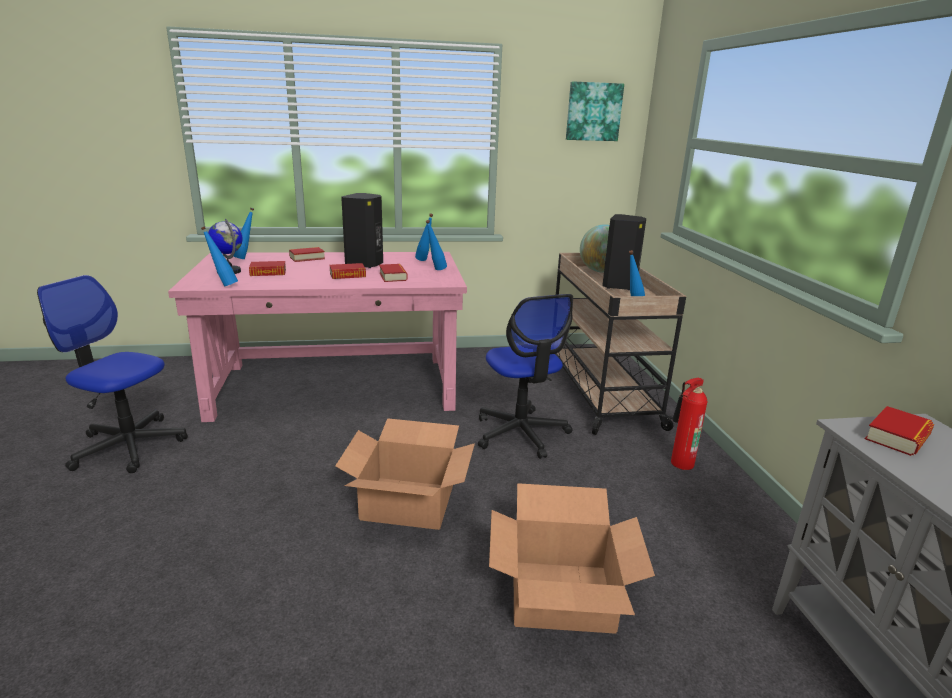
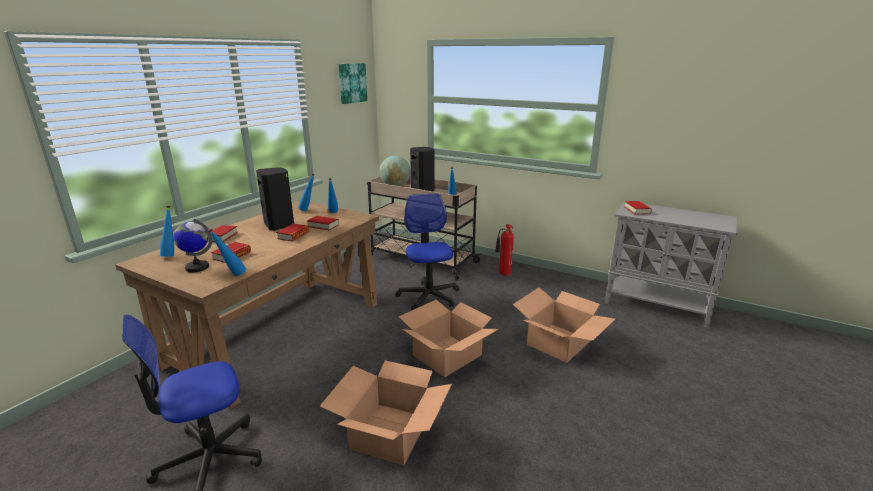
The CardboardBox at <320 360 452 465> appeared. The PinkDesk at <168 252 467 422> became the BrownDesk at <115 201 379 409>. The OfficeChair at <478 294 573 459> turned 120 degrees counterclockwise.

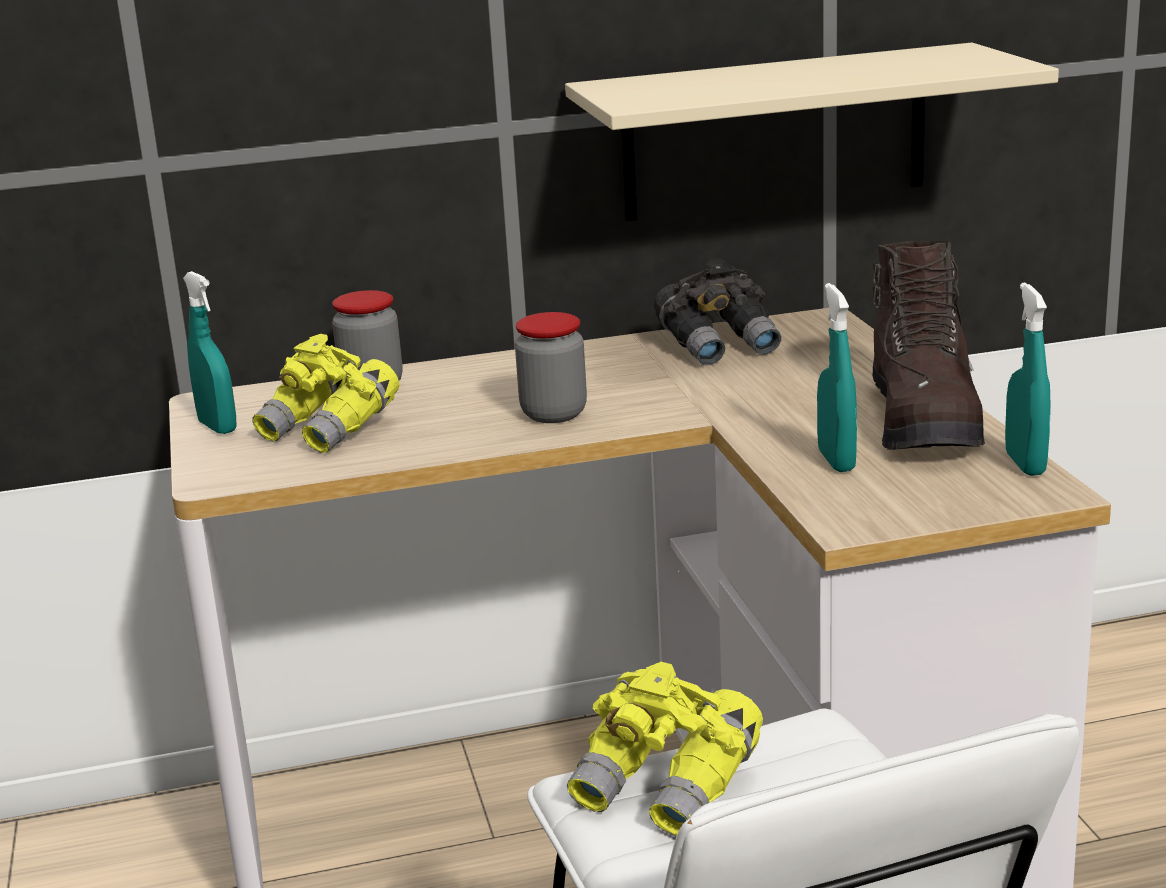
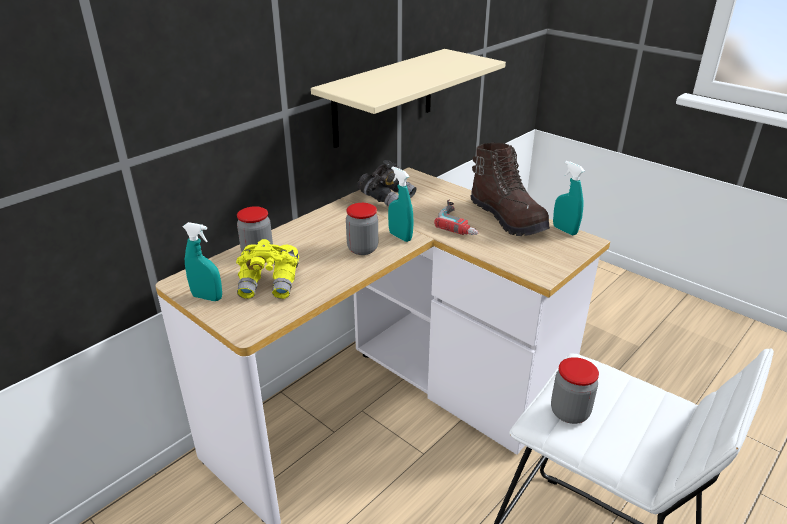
The PowerDrill at <434 199 479 235> appeared. The TurquoiseSprayBottle moved from <817 283 857 472> to <388 167 413 242>. The YellowBinoculars at <567 662 763 836> was replaced by the Jar at <551 357 599 424>.

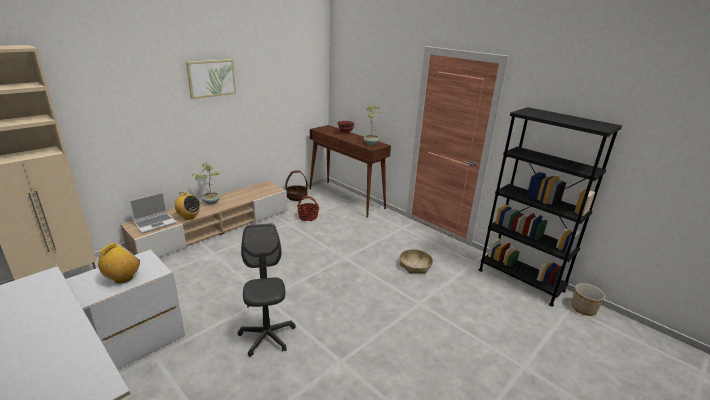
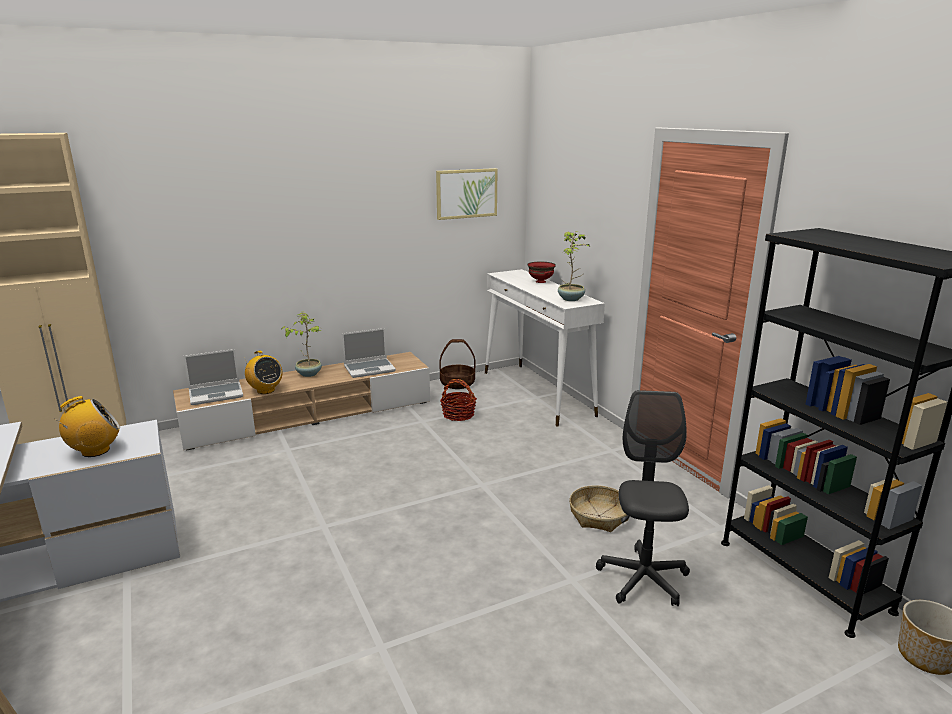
The Laptop at <342 328 396 378> appeared. The Picture moved from <186 59 236 99> to <436 168 497 220>. The GreyOfficeChair moved from <238 223 296 357> to <596 390 690 606>. The BrownConsoleTable at <309 125 391 217> became the WhiteConsoleTable at <485 269 605 427>.

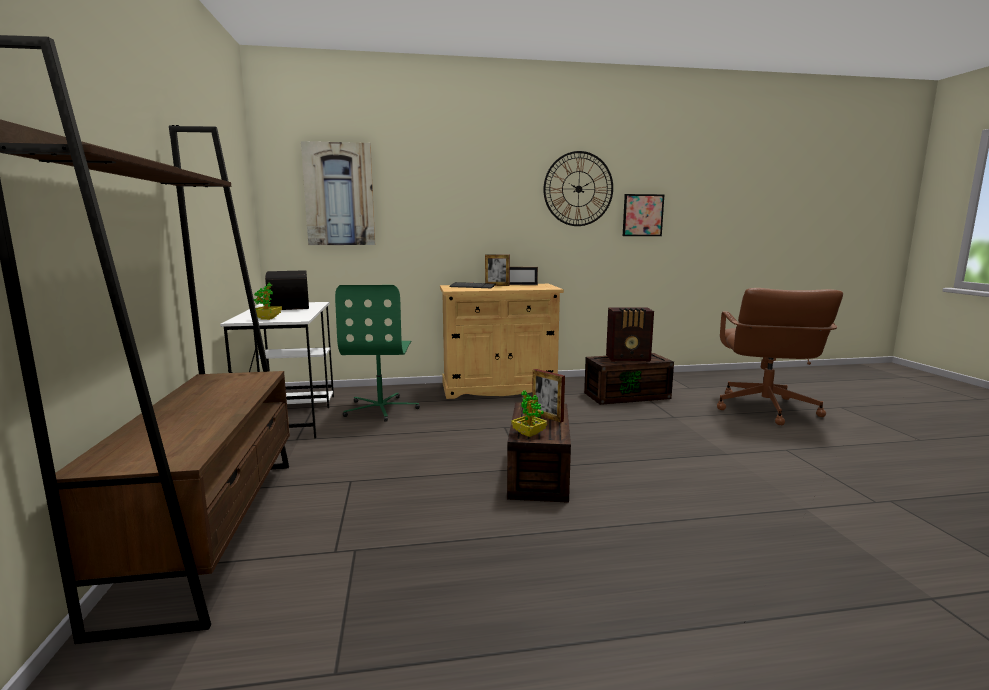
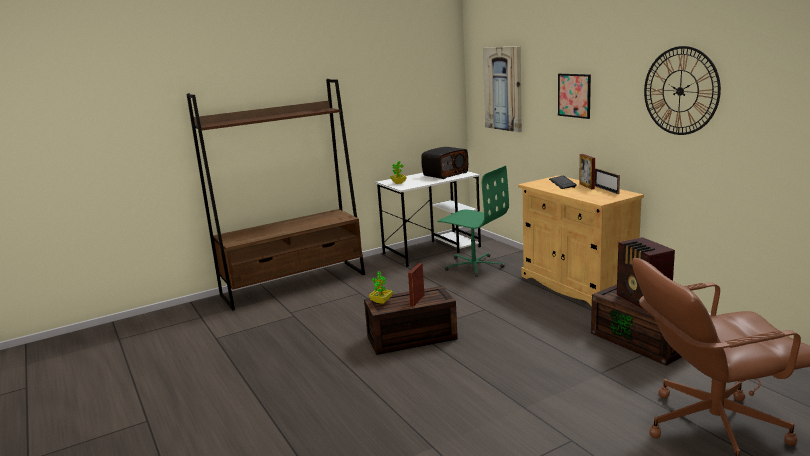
The Picture moved from <623 194 664 236> to <558 74 591 119>. The GreenOfficeChair at <335 285 420 421> turned 120 degrees counterclockwise.

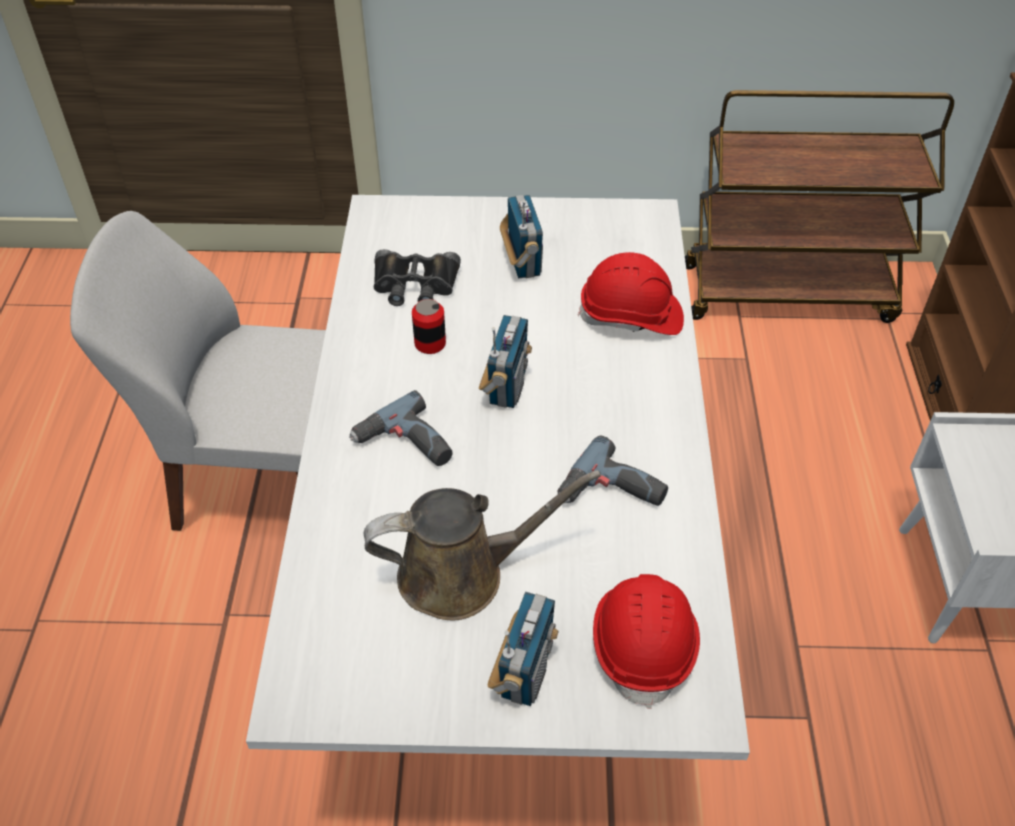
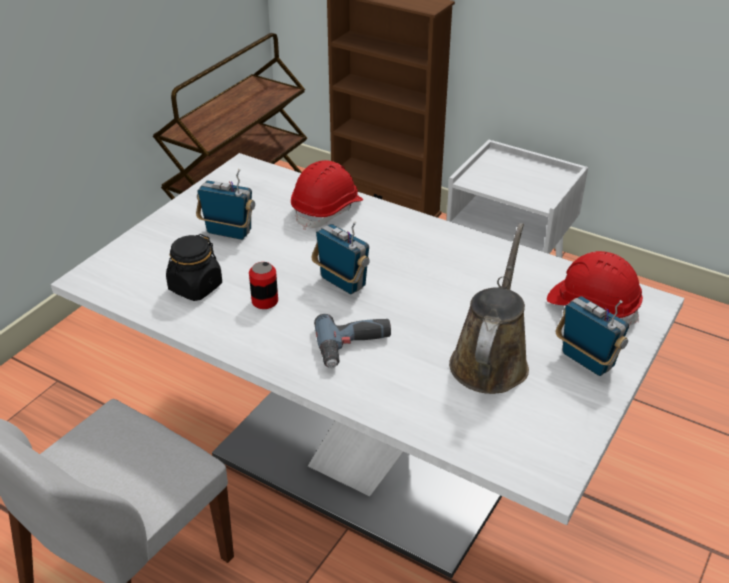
The PowerDrill at <558 435 668 506> disappeared. The BlackBinoculars at <374 249 461 306> was replaced by the BlackJar at <166 234 222 301>.

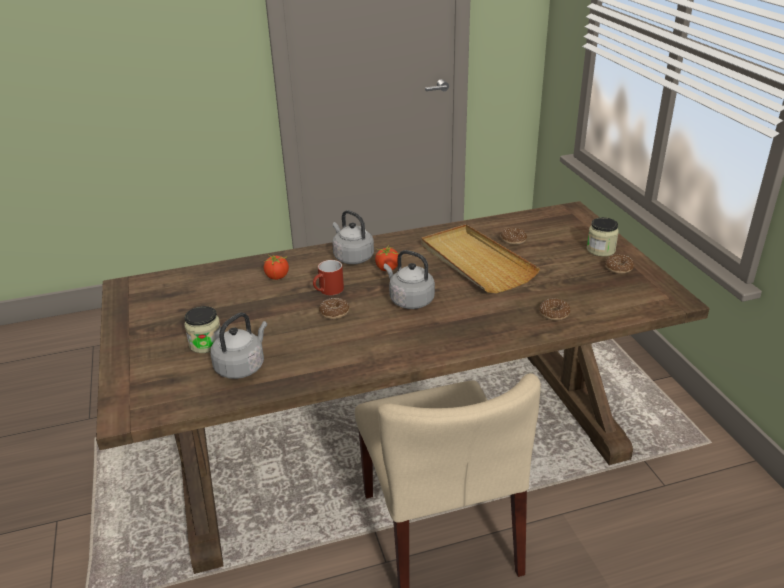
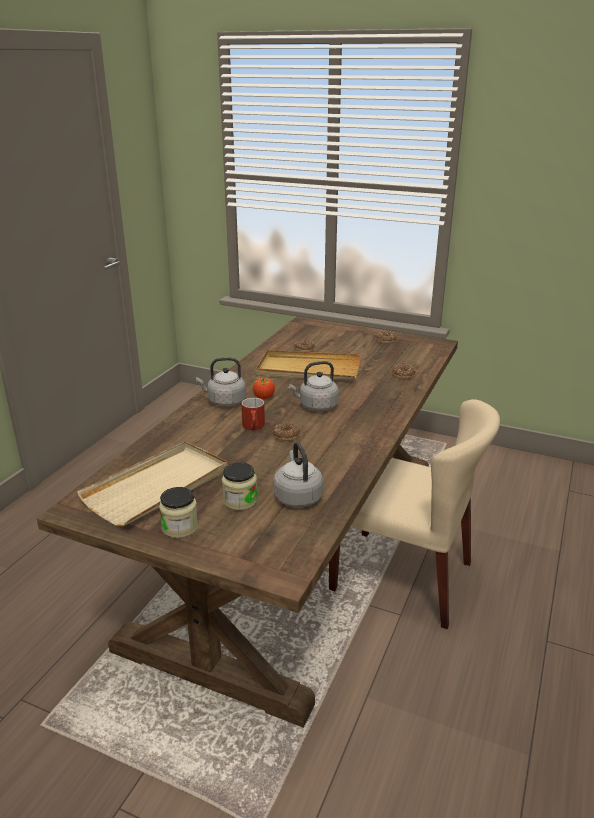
The Tomato at <263 255 289 280> disappeared. The BeigeTray at <77 441 227 527> appeared. The Jar moved from <587 217 619 257> to <159 487 198 538>.

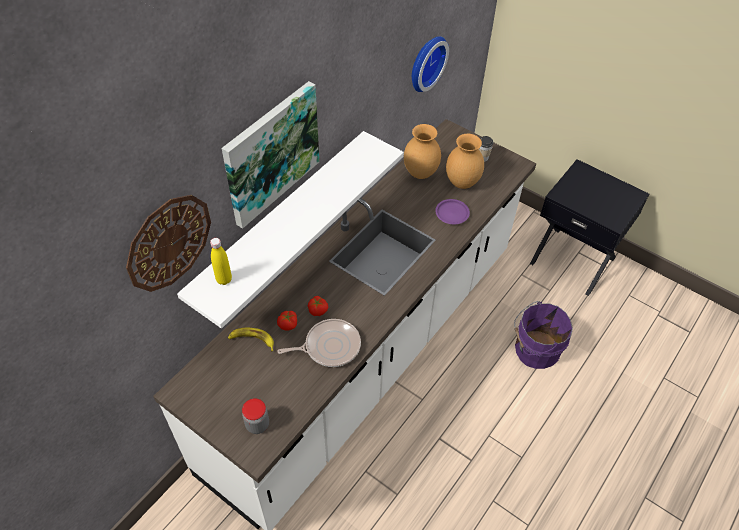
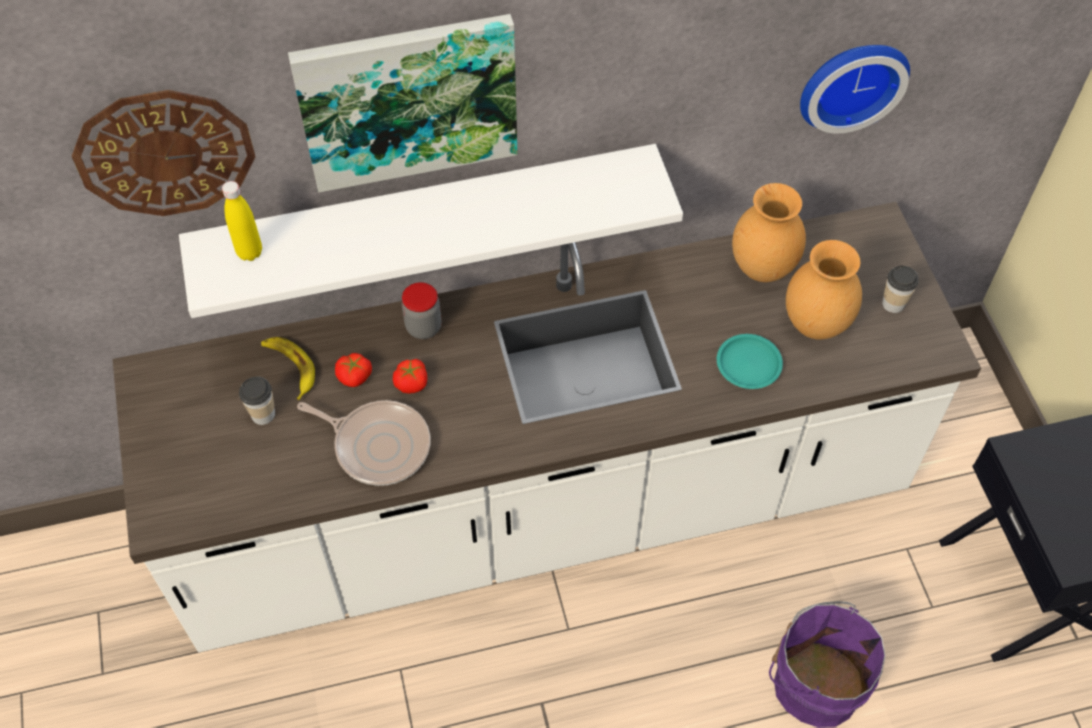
The Cup at <239 377 275 425> appeared. The Jar moved from <242 398 269 434> to <402 282 442 339>. The PurplePlate at <435 199 470 224> became the TurquoisePlate at <717 334 783 389>.

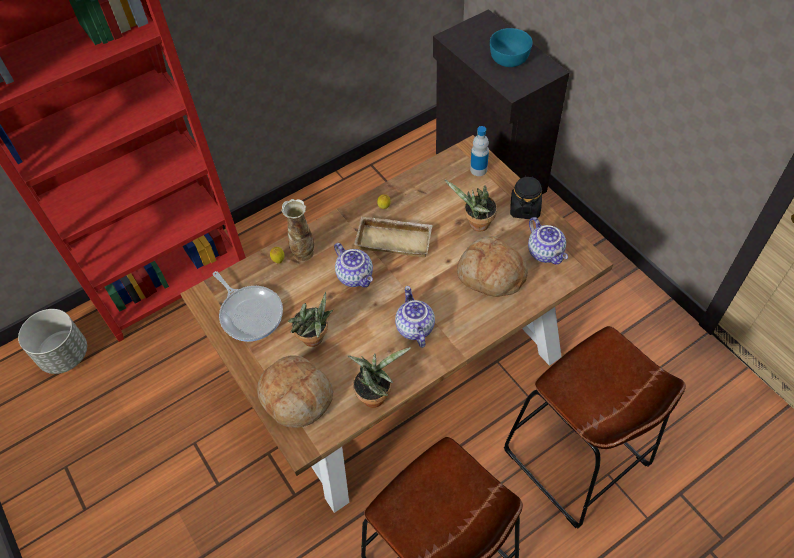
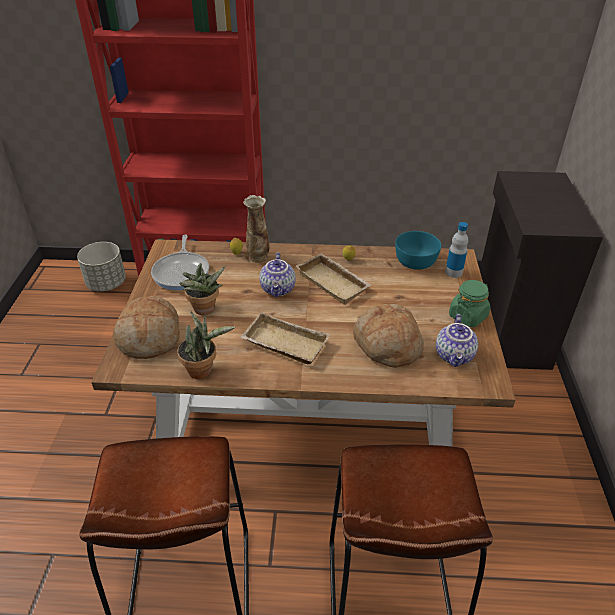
The PottedPlant at <444 179 497 232> disappeared. The TurquoiseBowl moved from <490 28 533 67> to <395 231 441 270>. The Teapot at <395 286 435 348> was replaced by the BeigeTray at <241 312 330 364>. The BlackJar at <510 175 542 219> became the GreenJar at <449 280 490 327>.

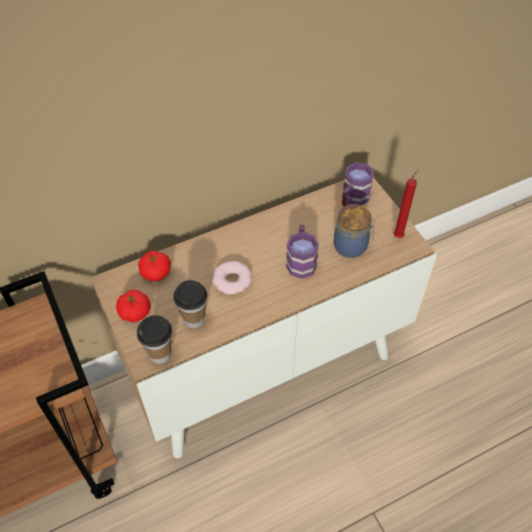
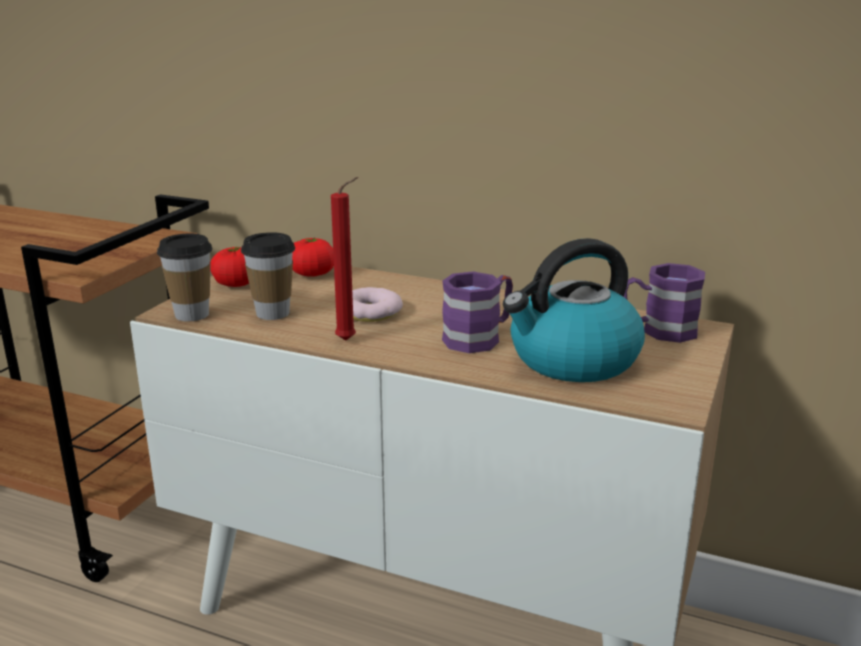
The RedCandle moved from <394 169 419 238> to <331 177 358 341>. The Jar at <334 204 376 258> was replaced by the Kettle at <503 238 645 382>.

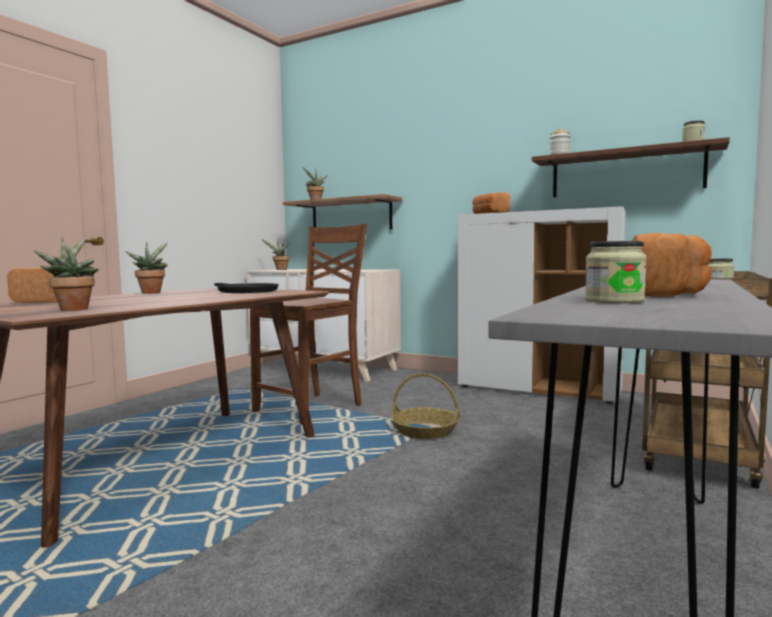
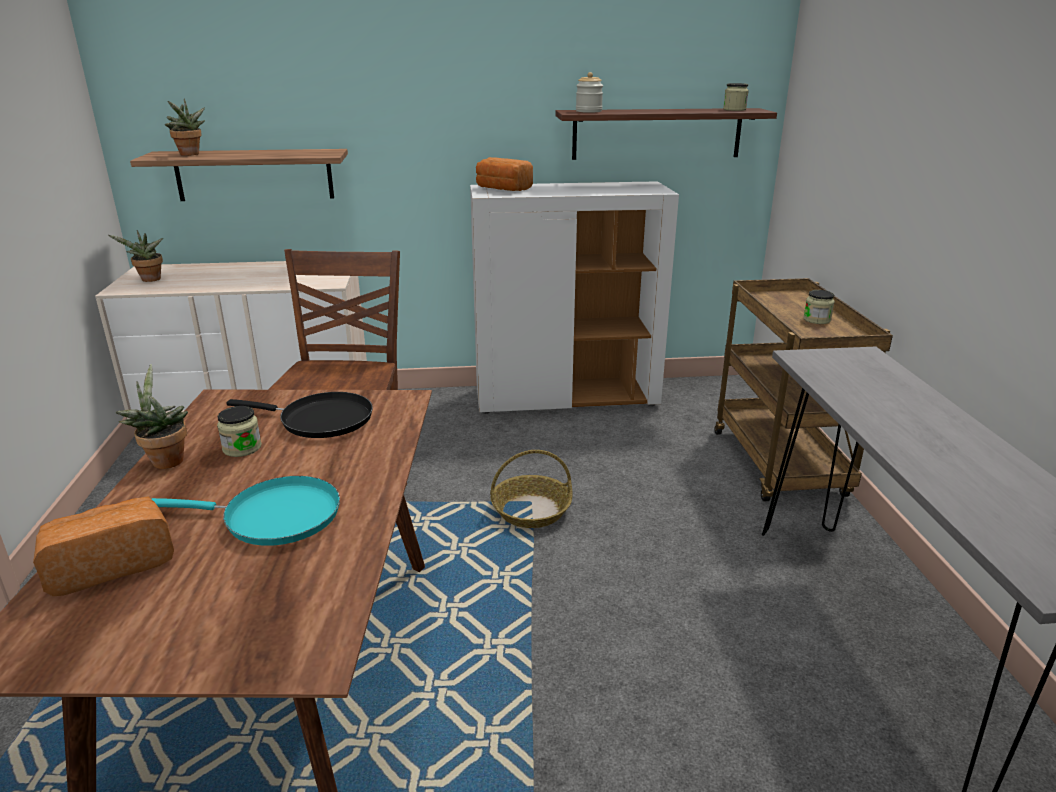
The PottedPlant at <34 237 99 311> disappeared. The Bread at <632 233 712 297> disappeared. The TurquoiseFryingPan at <152 476 340 546> appeared. The Jar moved from <585 241 647 304> to <217 406 262 457>.

